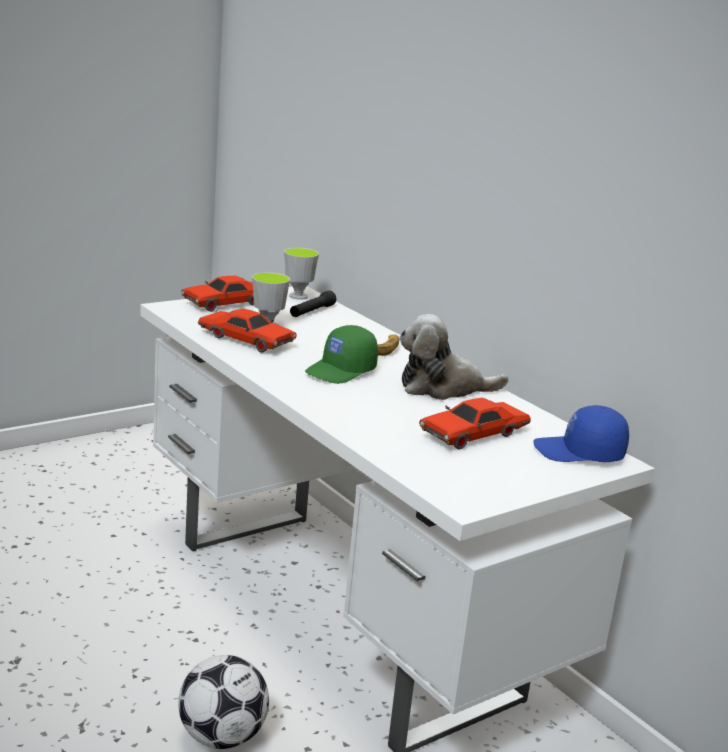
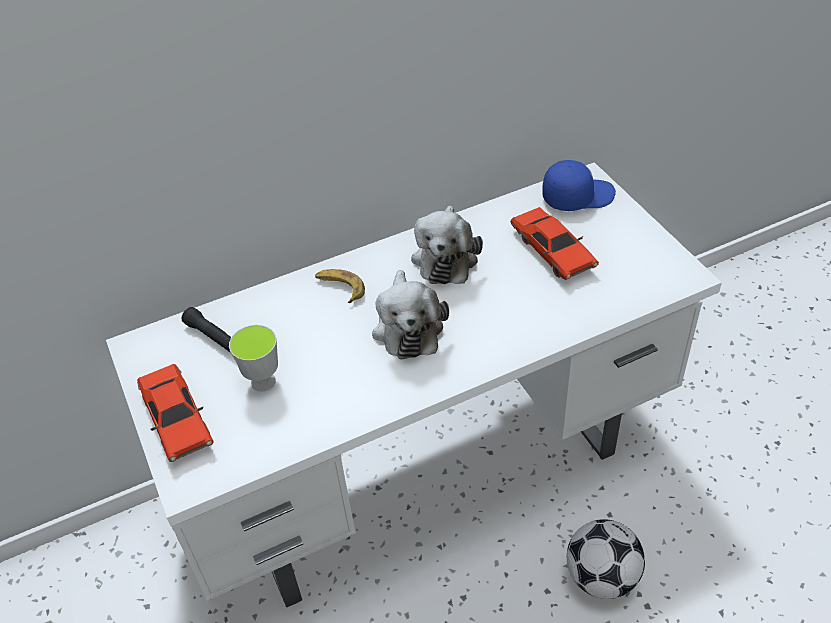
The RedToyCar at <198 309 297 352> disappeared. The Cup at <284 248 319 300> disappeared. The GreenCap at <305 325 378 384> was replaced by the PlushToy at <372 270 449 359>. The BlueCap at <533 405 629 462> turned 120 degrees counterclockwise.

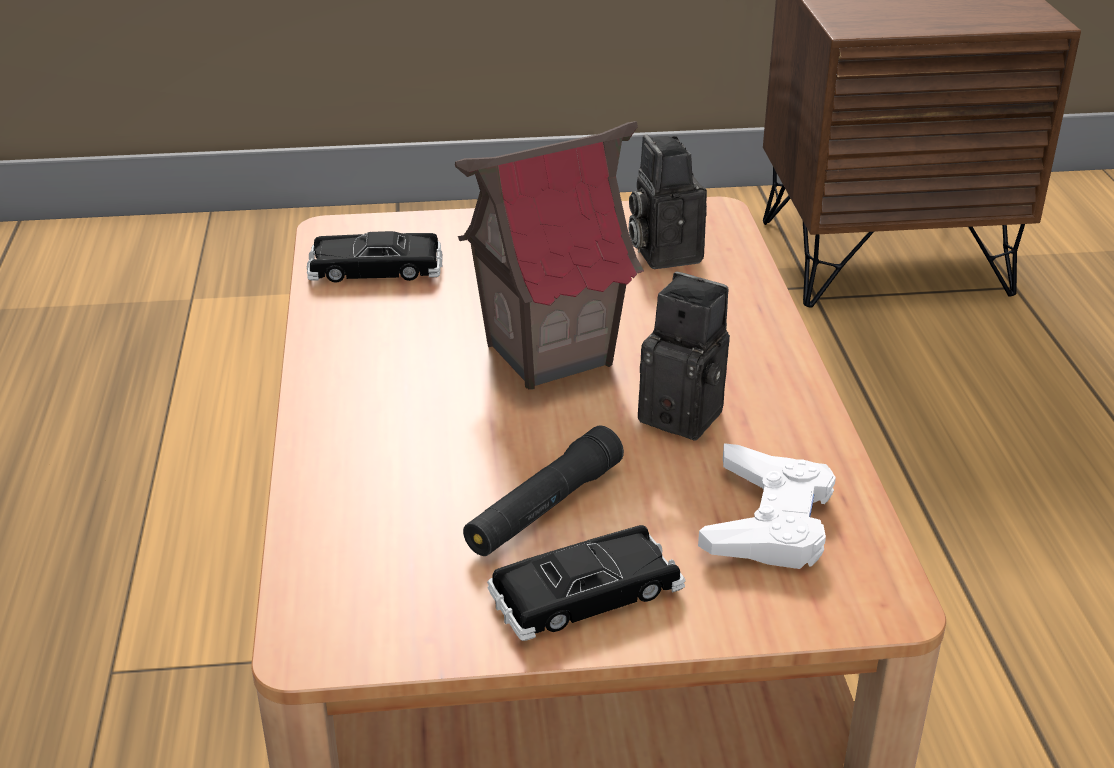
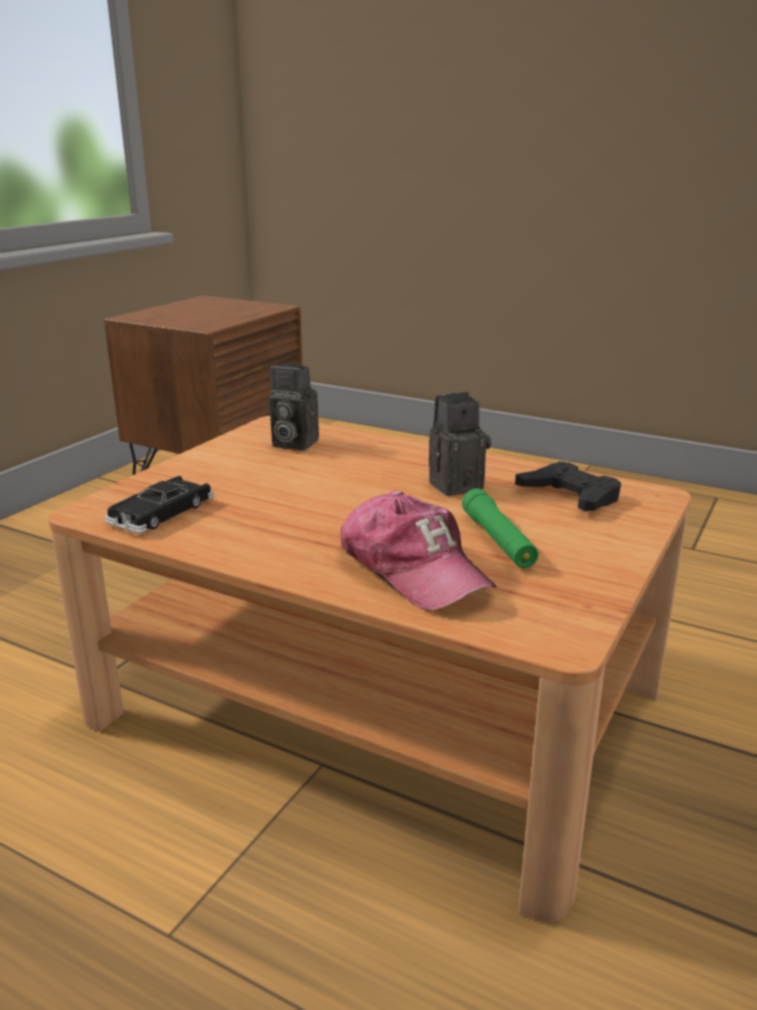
The ToyHouse at <455 121 644 390> disappeared. The BlackToyCar at <487 525 685 641> disappeared. The Cap at <340 491 497 611> appeared. The BlackFlashlight at <463 425 624 556> became the GreenFlashlight at <462 489 539 568>. The WhiteGameController at <698 443 836 569> became the BlackGameController at <515 461 621 511>.

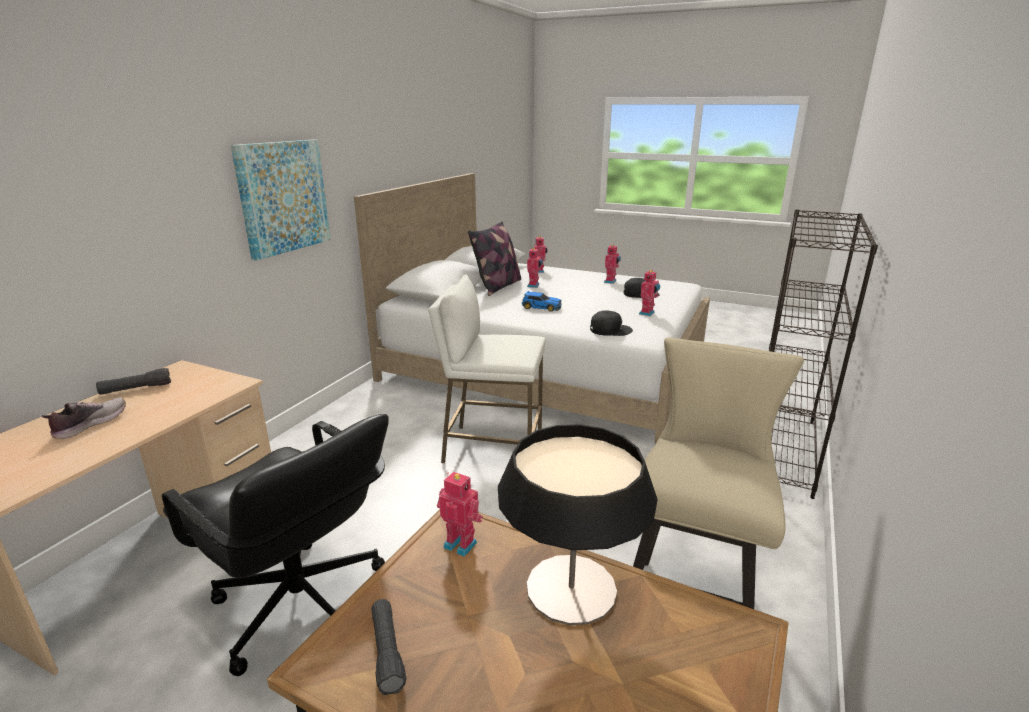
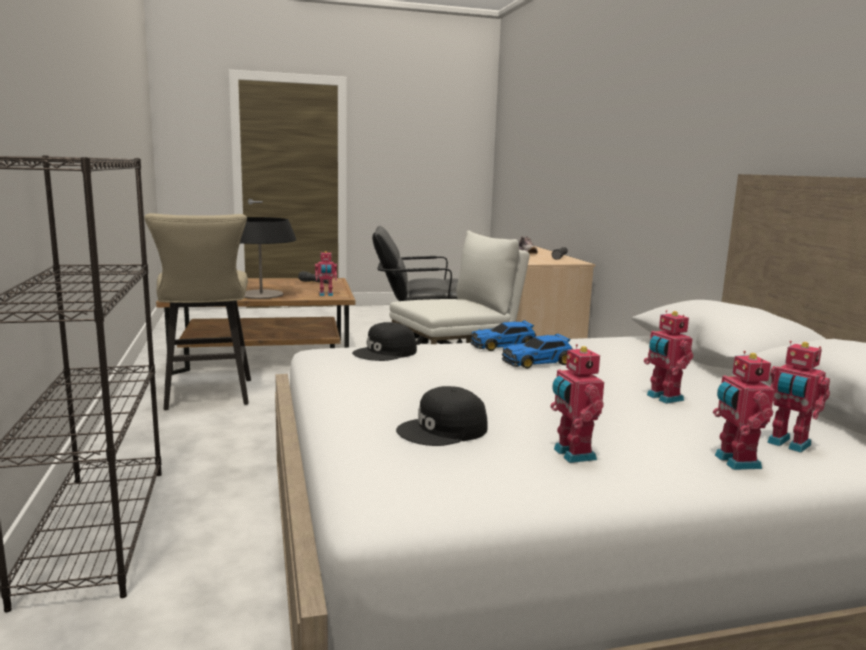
The Picture at <231 140 331 261> disappeared. The Pillow at <468 222 521 296> disappeared. The ToyCar at <471 320 536 351> appeared. The ToyRobot moved from <639 270 660 316> to <713 351 775 470>.

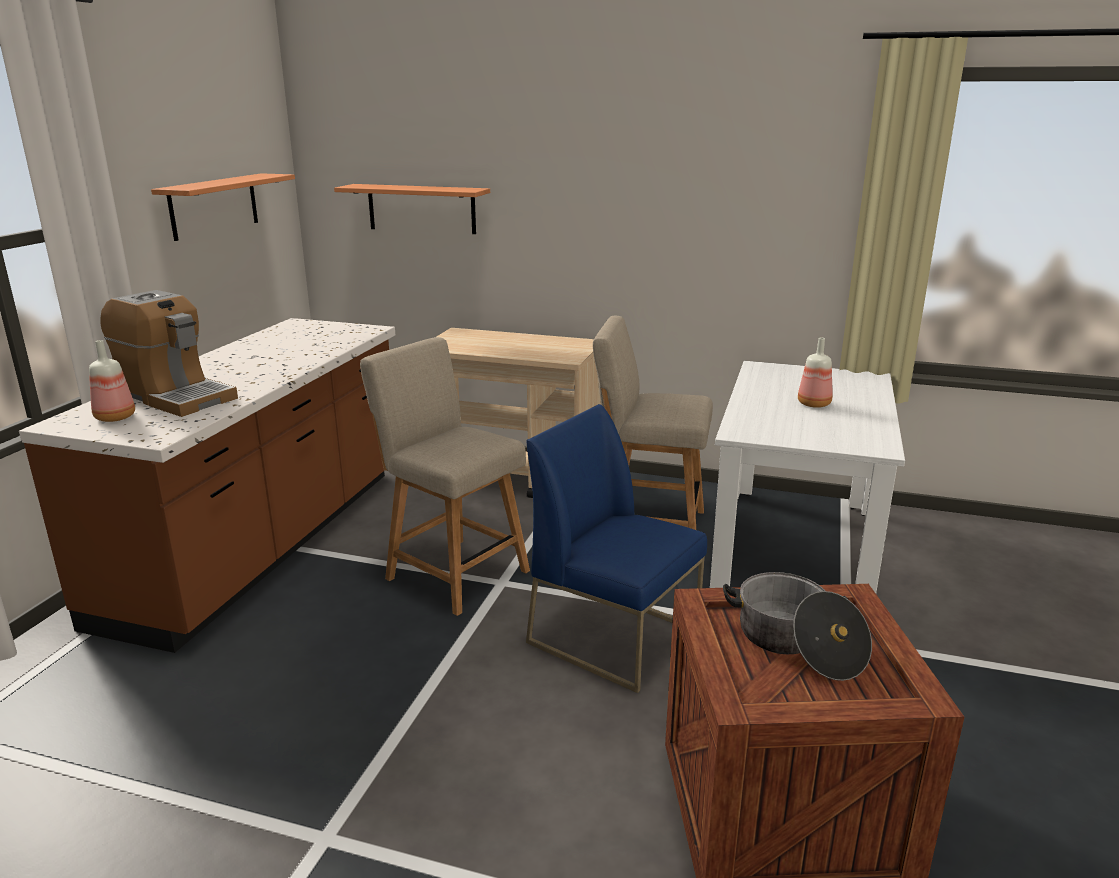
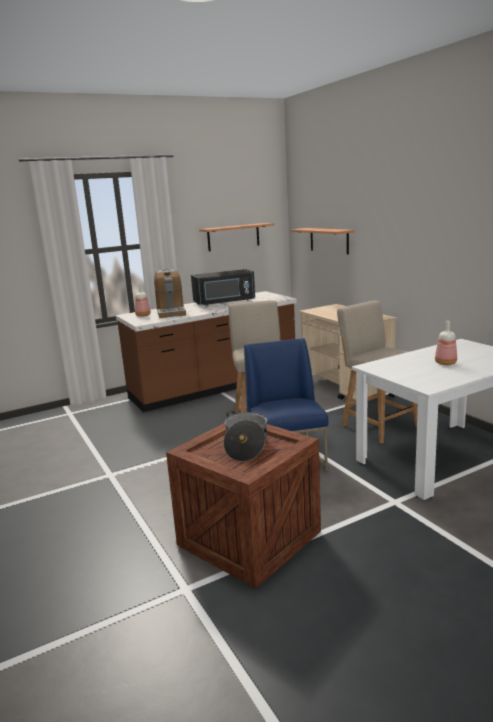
The BlackMicrowave at <191 269 255 306> appeared.

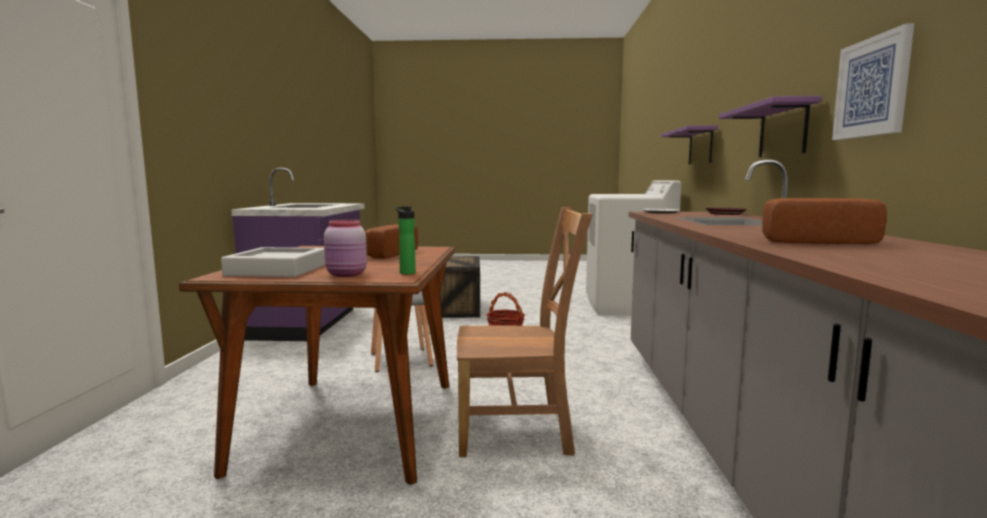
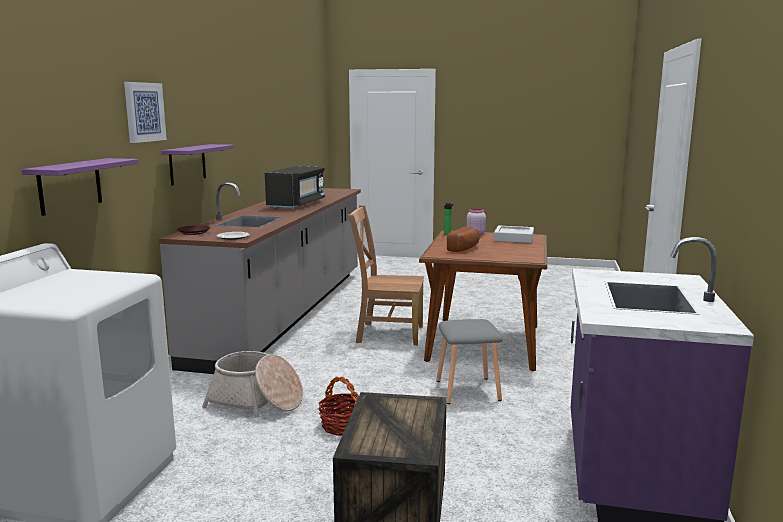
The Basket at <202 351 303 418> appeared. The Picture moved from <832 23 914 140> to <124 82 167 143>. The Bread at <762 198 887 244> was replaced by the BlackMicrowave at <265 166 325 209>.

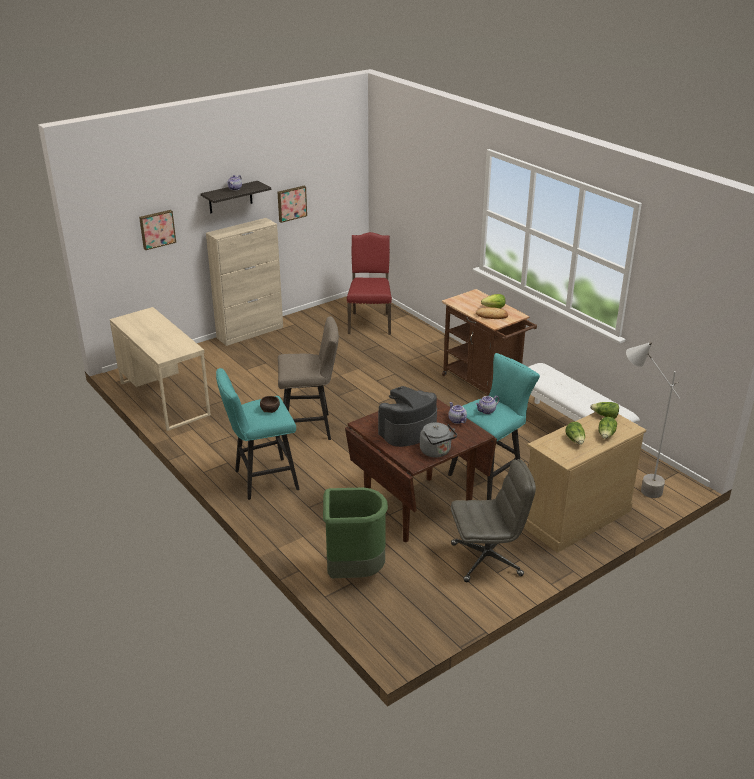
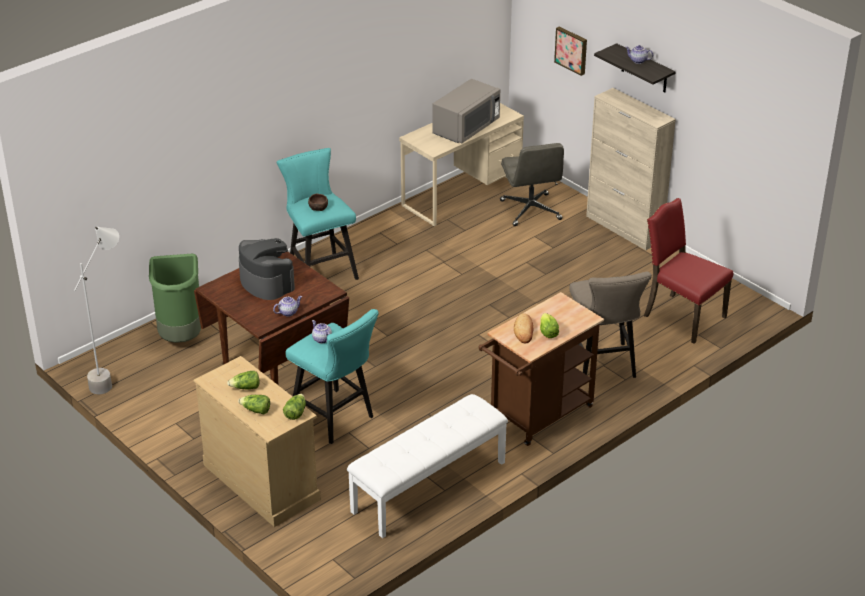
The Picture at <278 186 307 223> disappeared. The GreyKettle at <420 422 457 458> disappeared. The GreyMicrowave at <433 79 500 143> appeared. The BeigeStool moved from <278 316 339 444> to <569 272 652 378>. The GreyOfficeChair moved from <451 459 536 582> to <500 143 564 226>. The GreyFloorLamp moved from <626 342 680 498> to <74 227 119 394>. The RedChair at <347 232 392 335> turned 135 degrees counterclockwise.

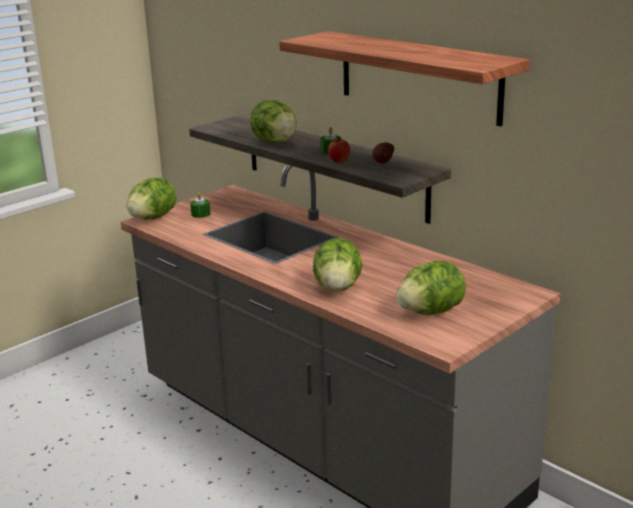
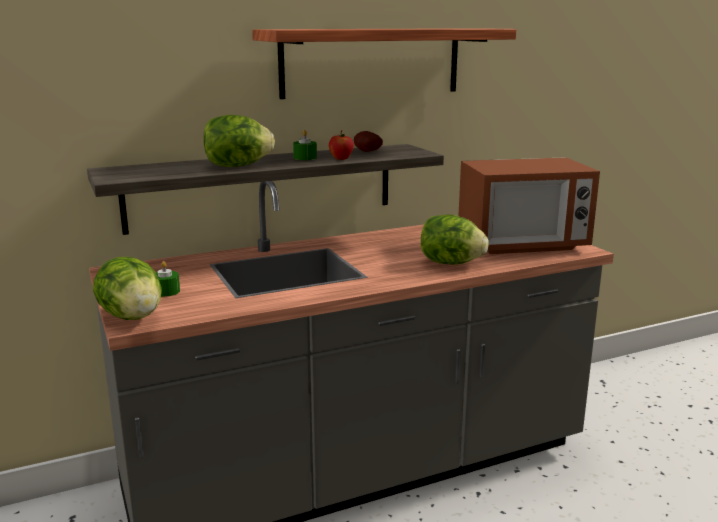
The Lettuce at <396 261 466 315> was replaced by the Microwave at <458 157 600 254>.

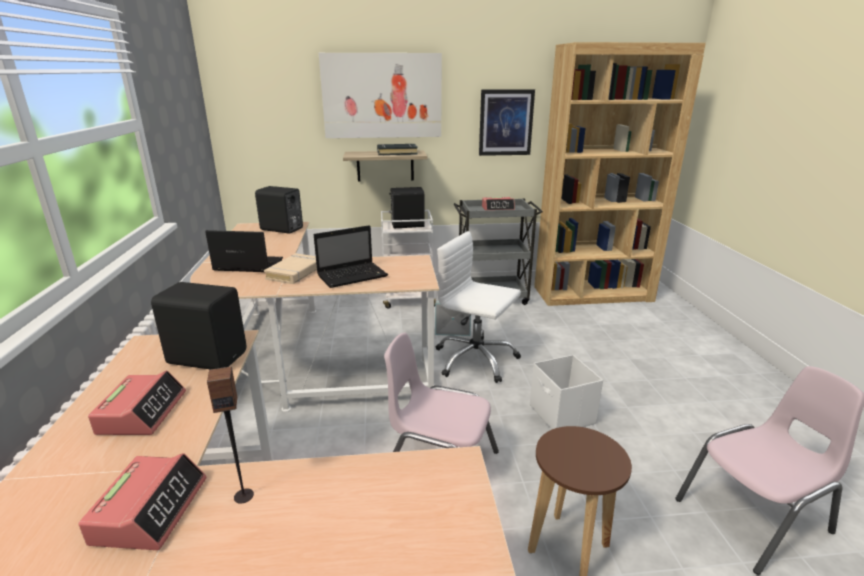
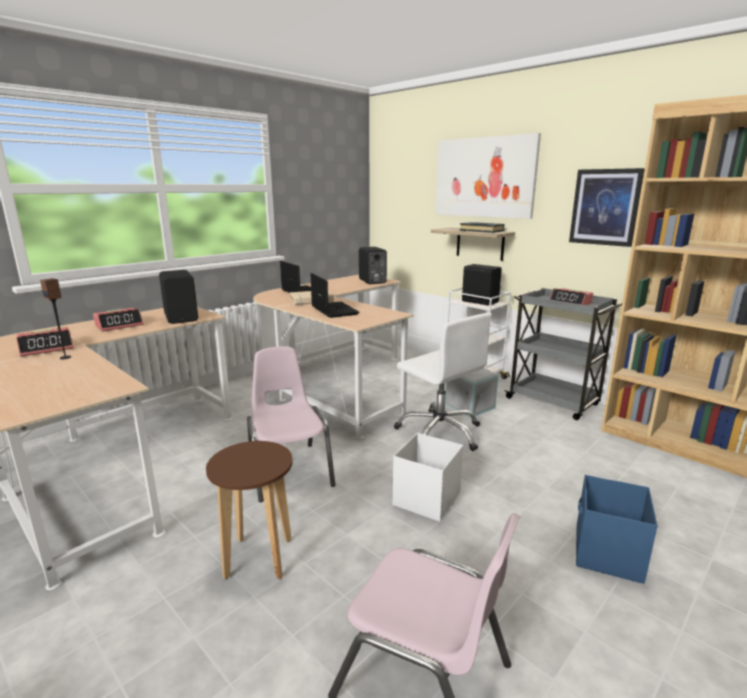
The BlueStorageBox at <576 475 658 584> appeared. The Laptop at <314 225 388 288> turned 135 degrees counterclockwise. The WhiteOfficeChair at <436 231 521 383> turned 150 degrees clockwise.

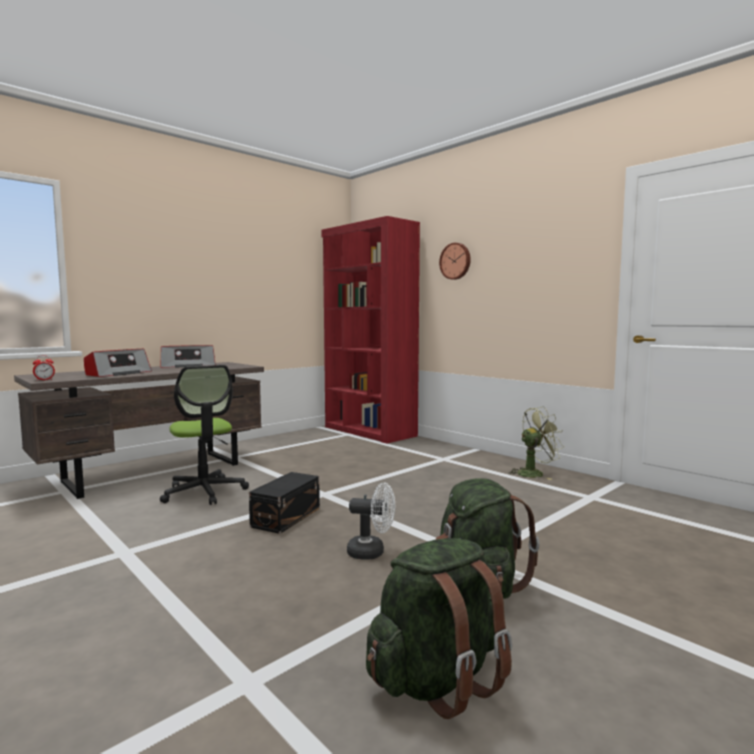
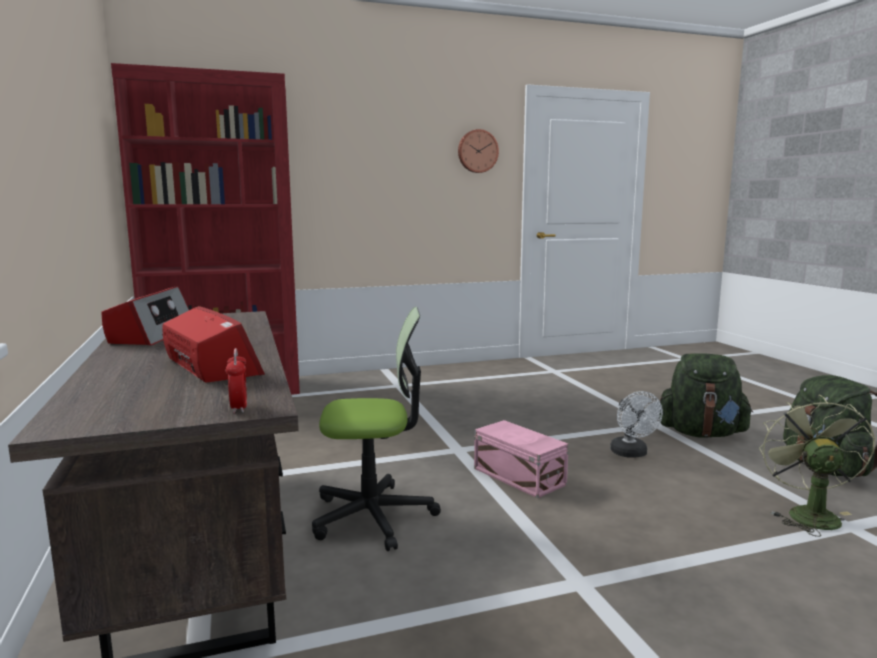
The WallClock moved from <439 243 471 280> to <458 129 499 173>. The GreenFan moved from <508 407 564 480> to <759 395 875 537>. The BlackStorageBox at <249 472 320 534> became the PinkStorageBox at <474 420 569 498>. The WhiteFan at <347 483 395 560> turned 135 degrees clockwise.

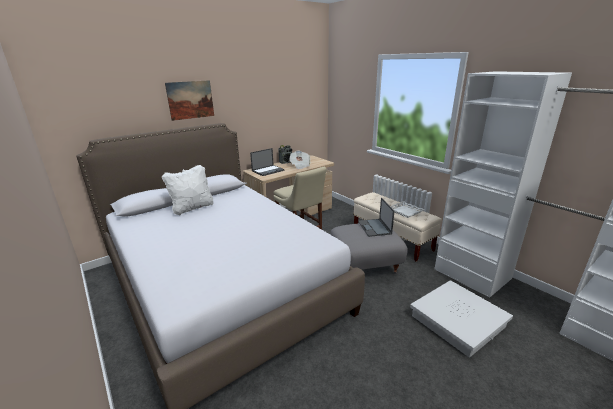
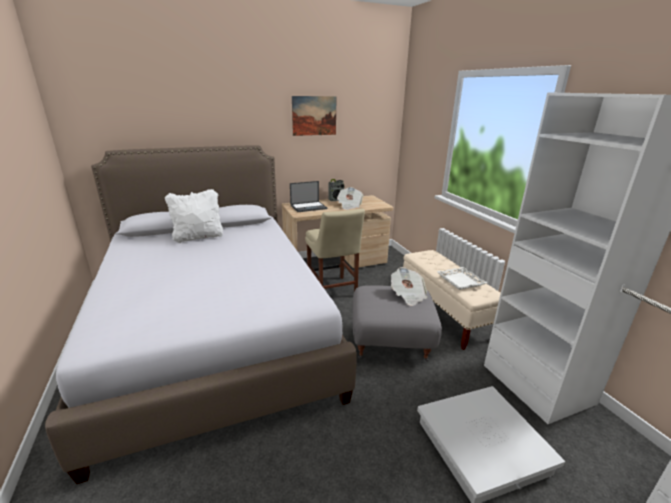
The Picture moved from <165 80 214 121> to <292 96 337 136>. The Laptop at <358 198 394 237> was replaced by the Newspaper at <391 267 427 306>.

